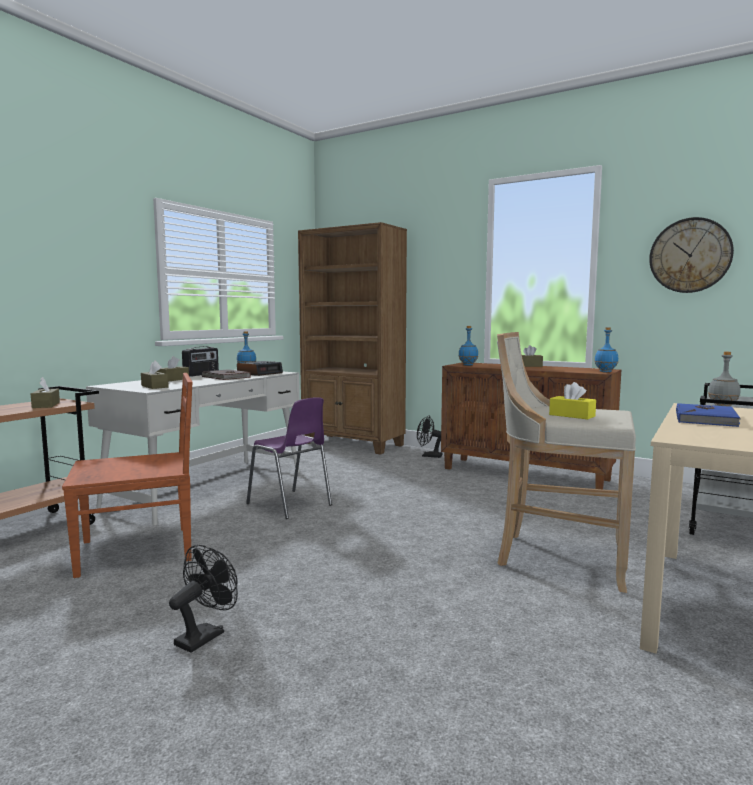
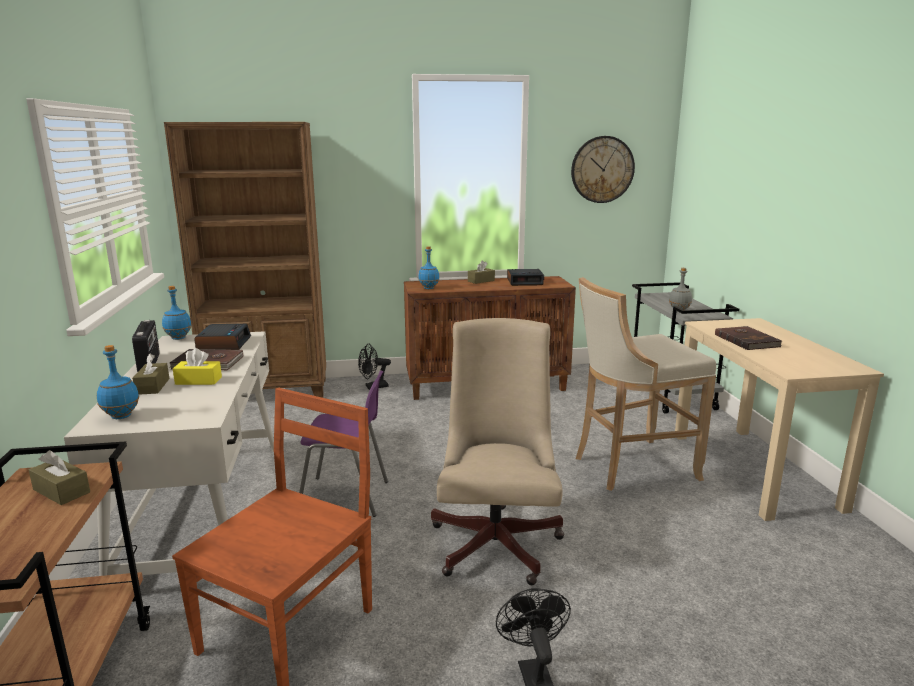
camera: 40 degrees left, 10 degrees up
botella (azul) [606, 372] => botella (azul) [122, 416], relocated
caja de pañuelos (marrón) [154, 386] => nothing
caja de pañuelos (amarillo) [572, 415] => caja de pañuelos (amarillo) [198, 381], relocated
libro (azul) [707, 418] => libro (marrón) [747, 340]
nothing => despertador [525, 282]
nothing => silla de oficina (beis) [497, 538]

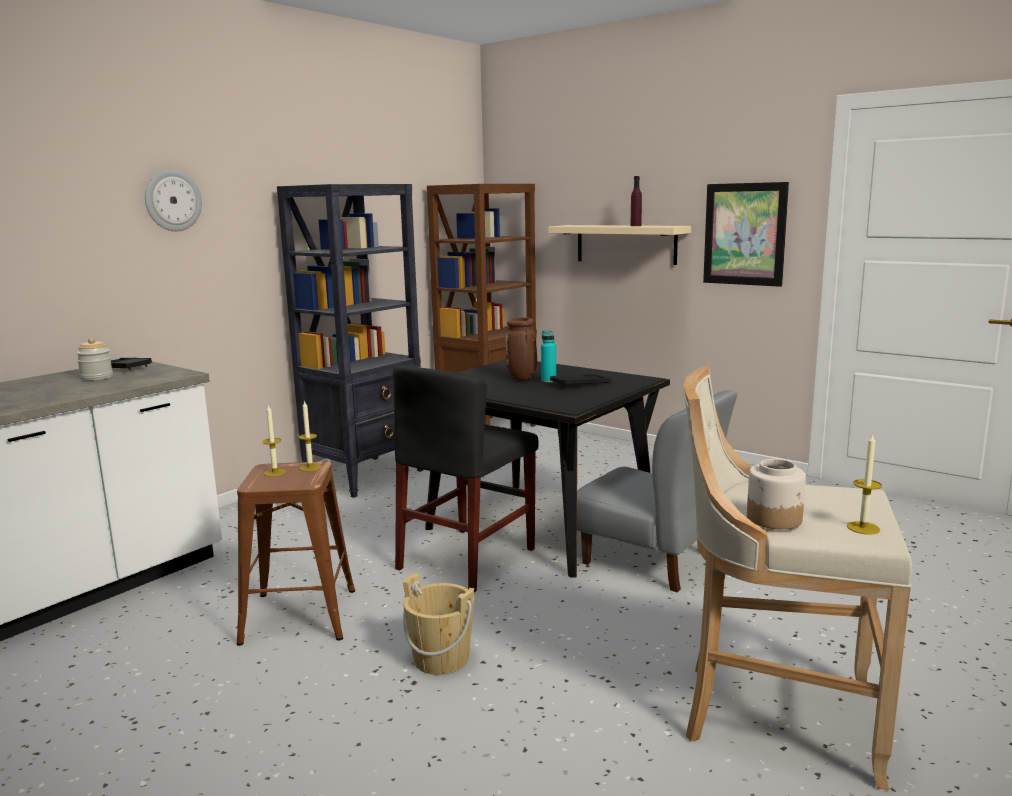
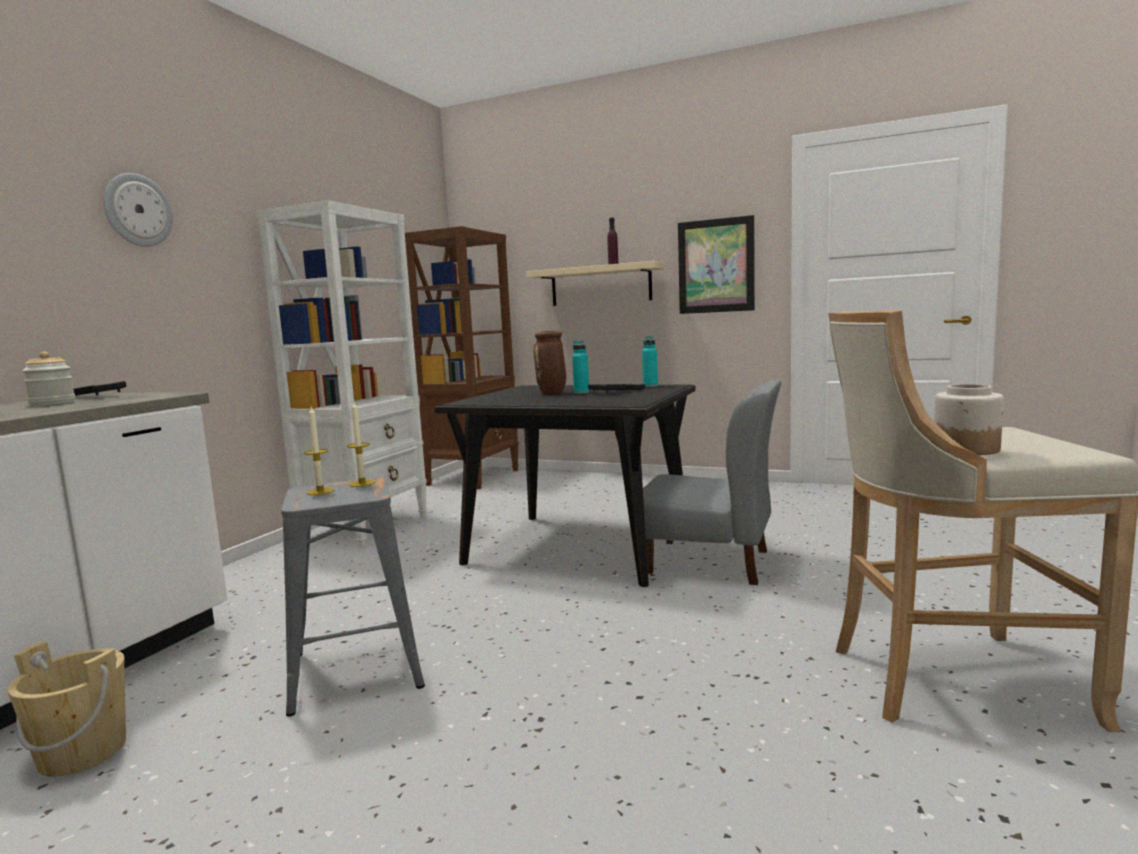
camera: 15 degrees left, 5 degrees down
estantería (negro) [366, 476] => estantería (blanco) [366, 526]
silla (negro) [467, 558] => nothing
vela [863, 528] => nothing
taburete (marrón) [298, 616] => taburete (gris) [354, 670]
cubo (beis) [441, 658] => cubo (beis) [82, 752], relocated
nothing => botella (turquesa) [650, 386]

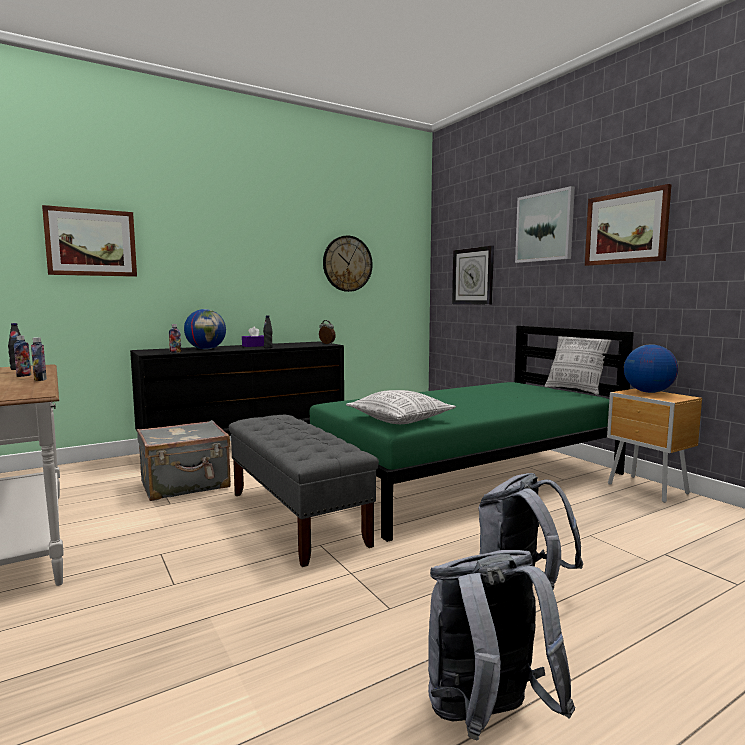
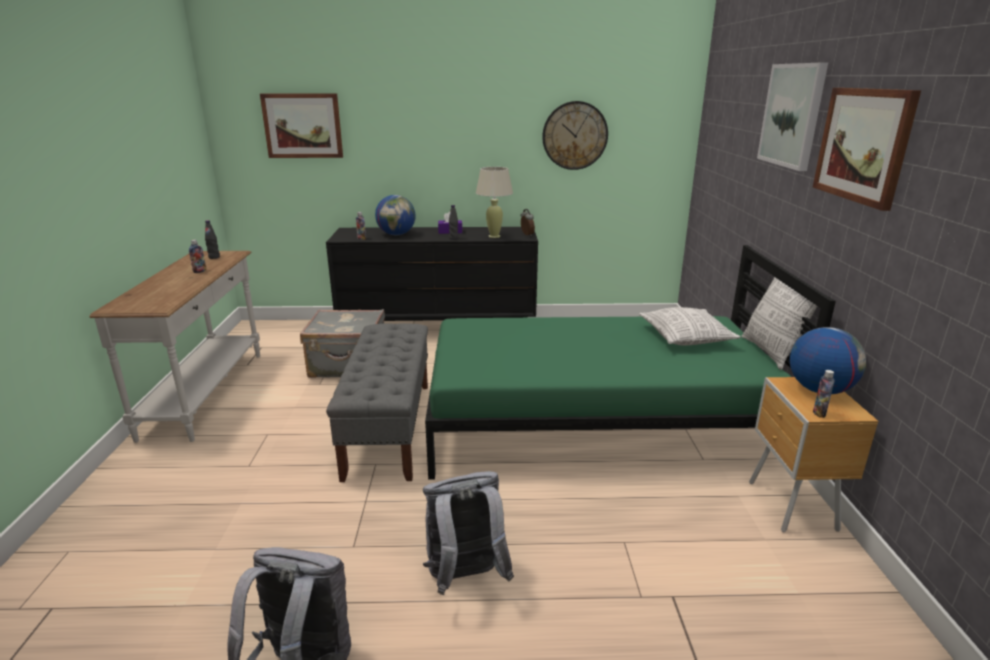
camera: 30 degrees right, 15 degrees up
reloj de pared [473, 276] => nothing
botella [40, 380] => botella [819, 413], relocated
cojín [400, 420] => cojín [686, 338], relocated
nothing => lámpara de mesa (beis) [494, 236]

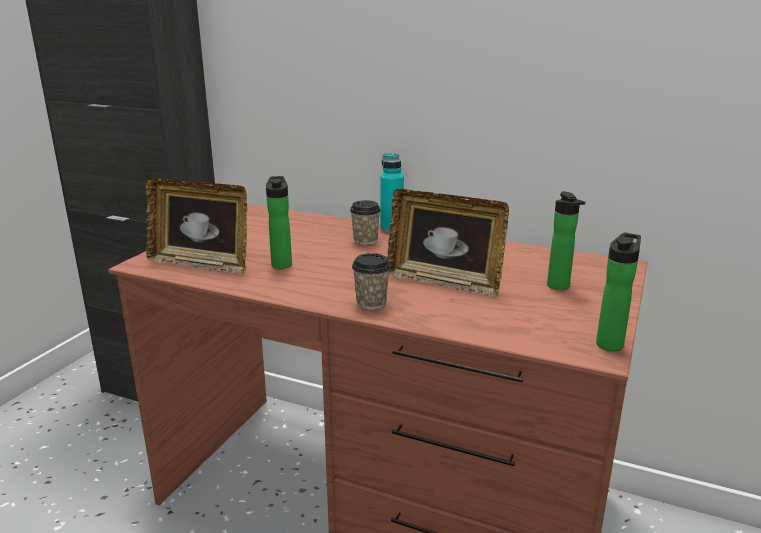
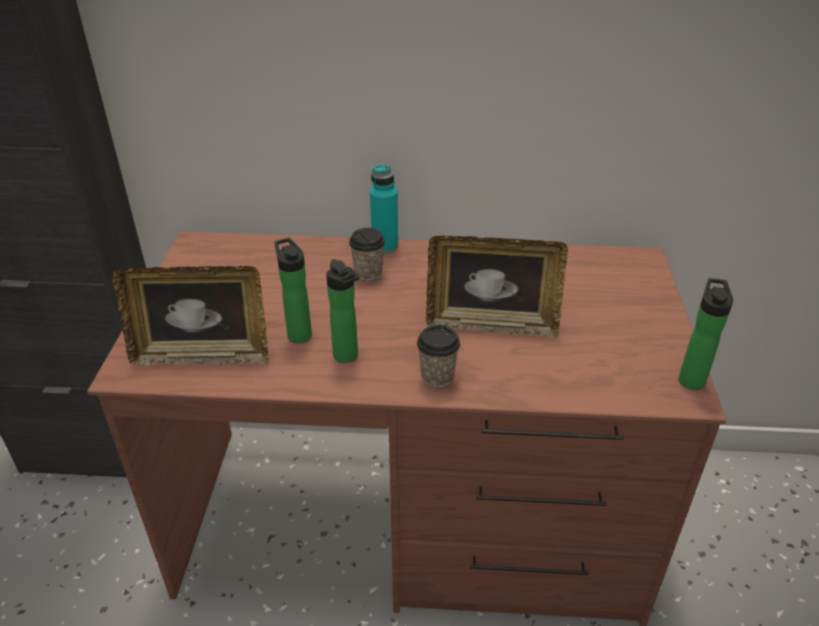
camera: 20 degrees left, 15 degrees up
botella [560, 287] => botella [347, 357], relocated

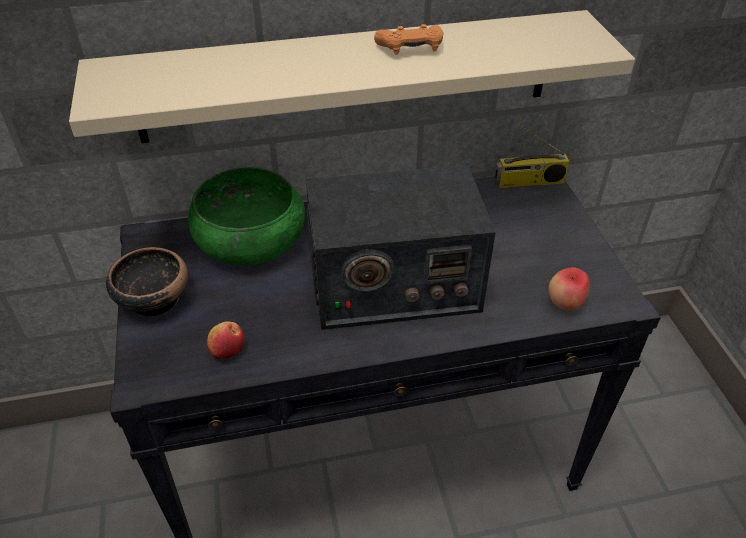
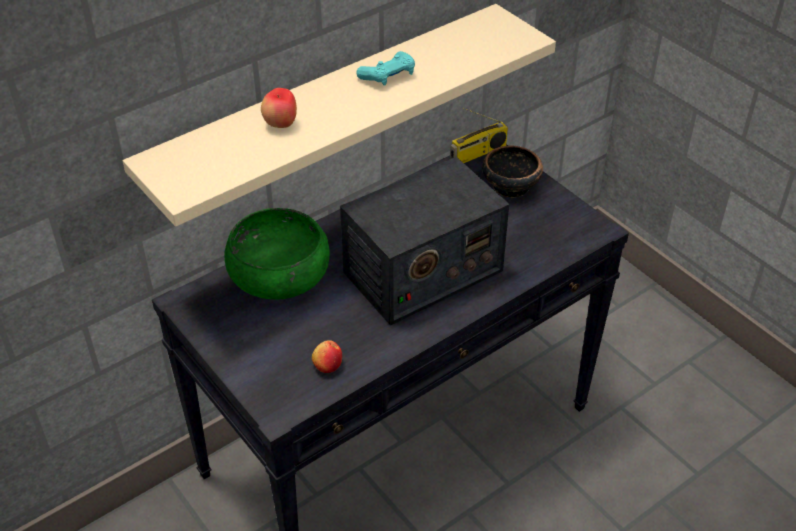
camera: 25 degrees left, 0 degrees up
mando de consola (naranja) [411, 48] => mando de consola (turquesa) [388, 76]
cuenco [153, 299] => cuenco [510, 186], relocated
manzana [565, 304] => manzana [281, 124], relocated

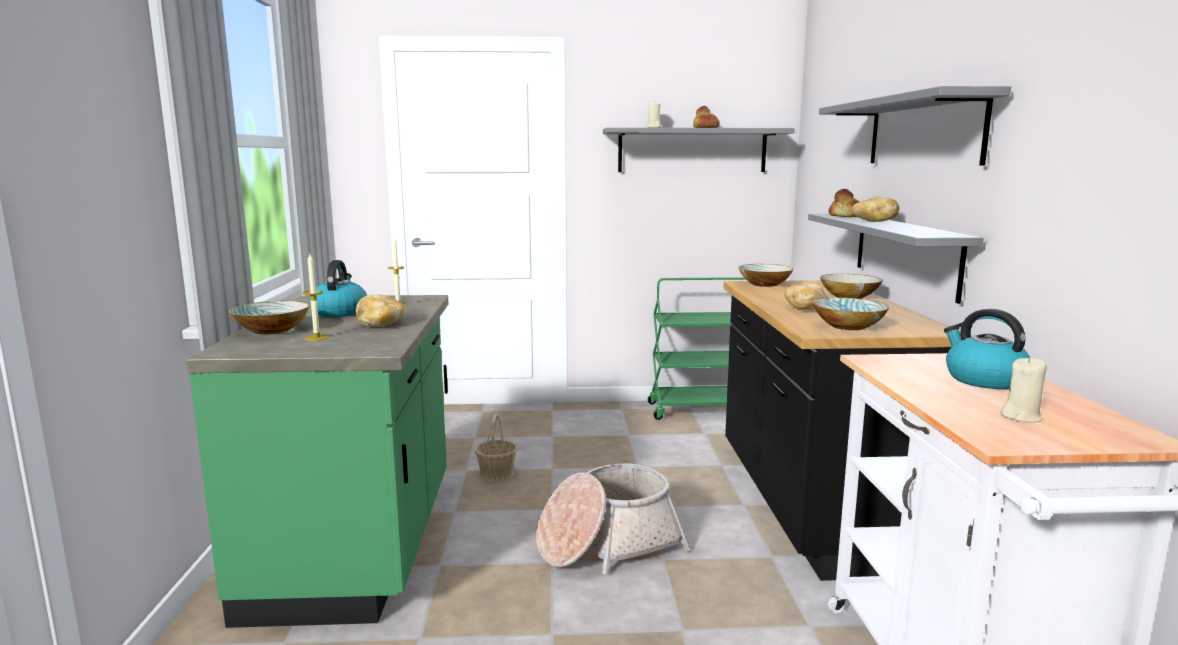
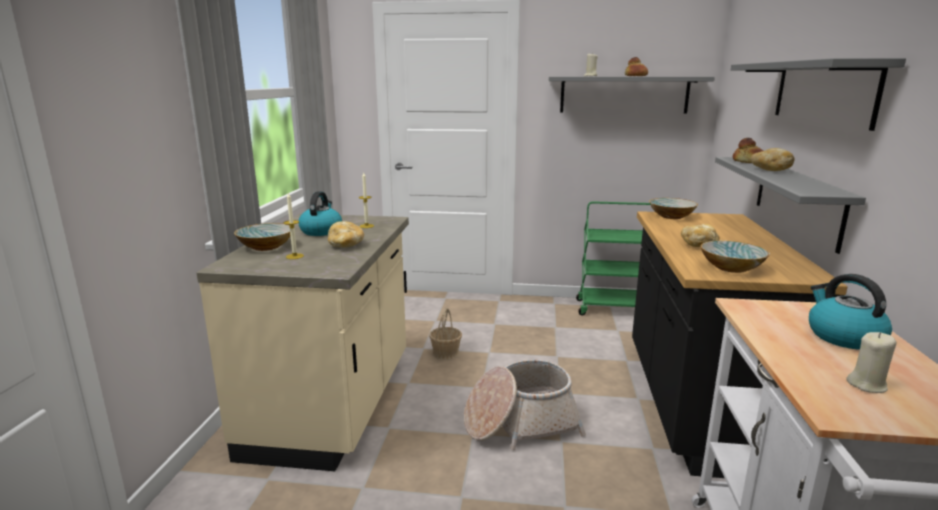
camera: 10 degrees right, 5 degrees up
cuenco [848, 296] => nothing
mueble bajo de cocina (verde) [359, 546] => mueble bajo de cocina (beis) [334, 405]

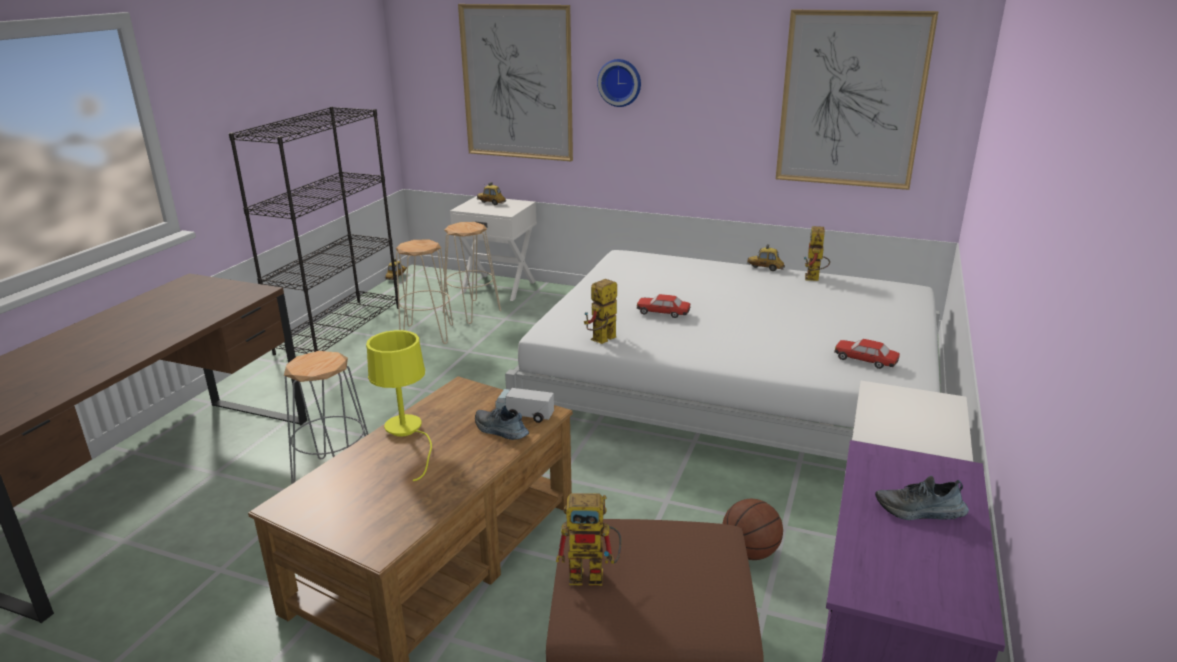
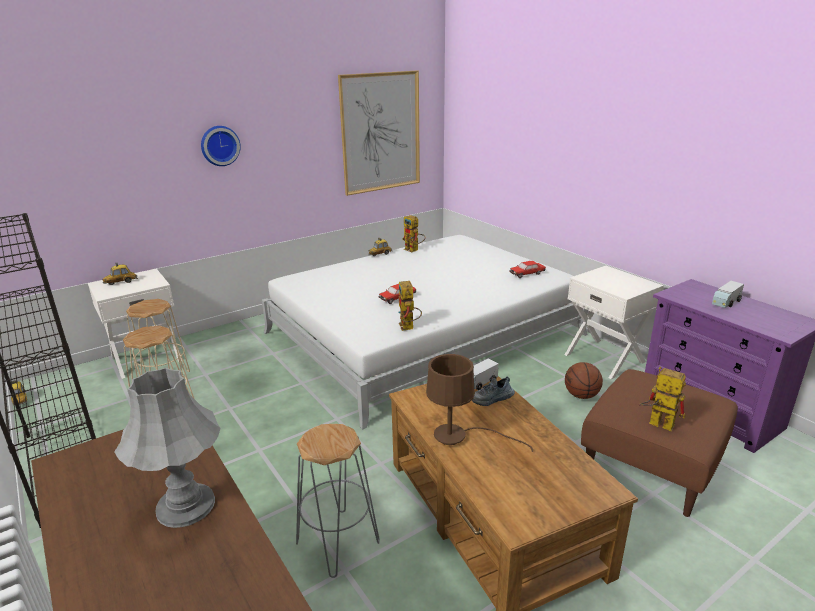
camera: 55 degrees left, 0 degrees up
cuadro [517, 83] => nothing
lámpara de mesa (amarillo) [408, 434] => lámpara de mesa (marrón) [459, 438]
zapato [919, 511] => camión de juguete [725, 303]
robot de juguete [594, 574] => robot de juguete [655, 423], 90 degrees counterclockwise
nothing => lámpara de mesa (gris) [185, 505]

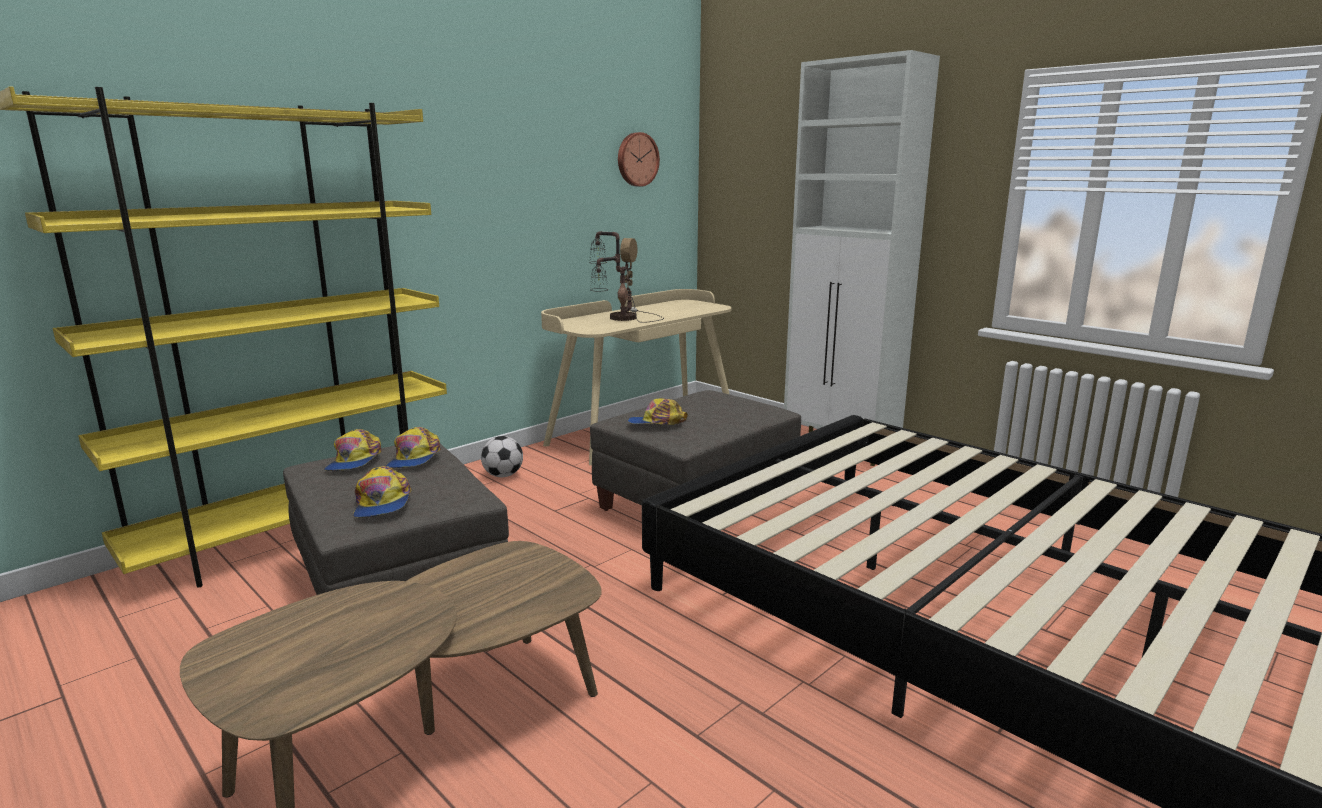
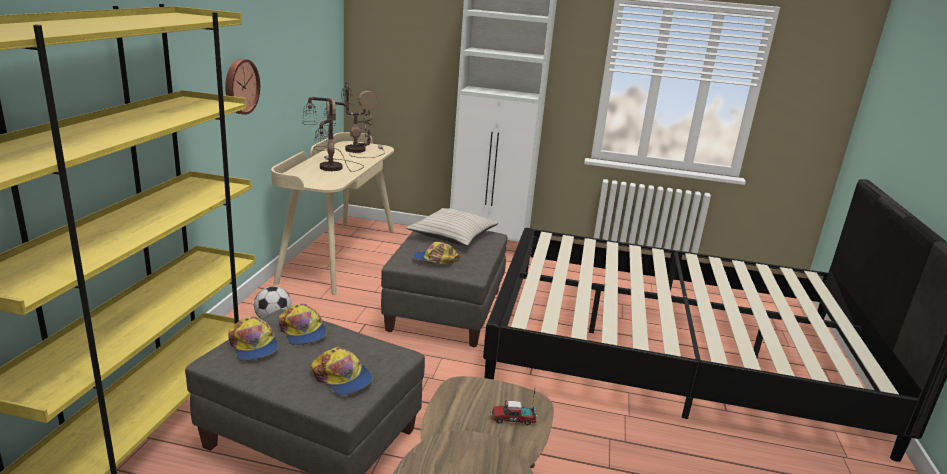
camera: 35 degrees left, 5 degrees up
reloj de pared [636, 159] => reloj de pared [240, 86], relocated
gorra [657, 423] => gorra [435, 260], 45 degrees clockwise
nothing => lámpara de mesa [354, 150]
nothing => cojín (beis) [453, 235]
nothing => camión de juguete [512, 419]

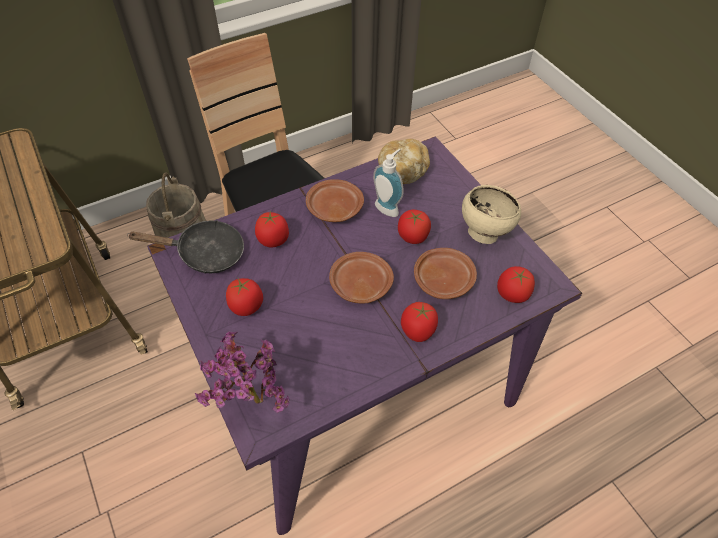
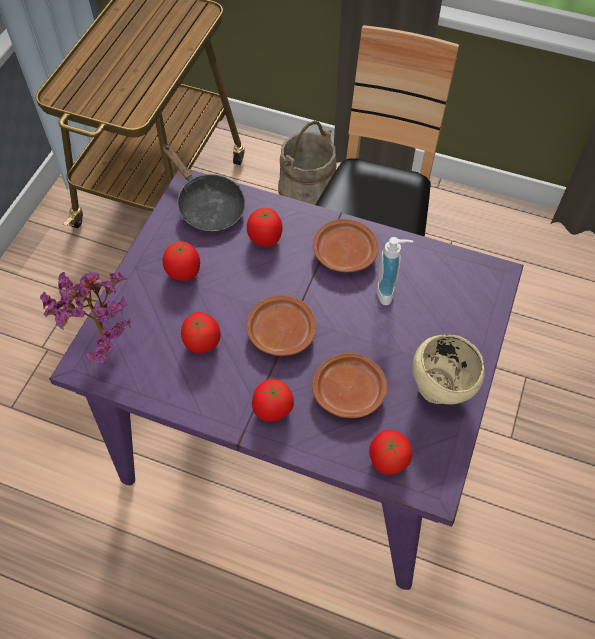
camera: 50 degrees right, 5 degrees up
pan [403, 171] => nothing
tomate [412, 237] => tomate [202, 342], relocated

